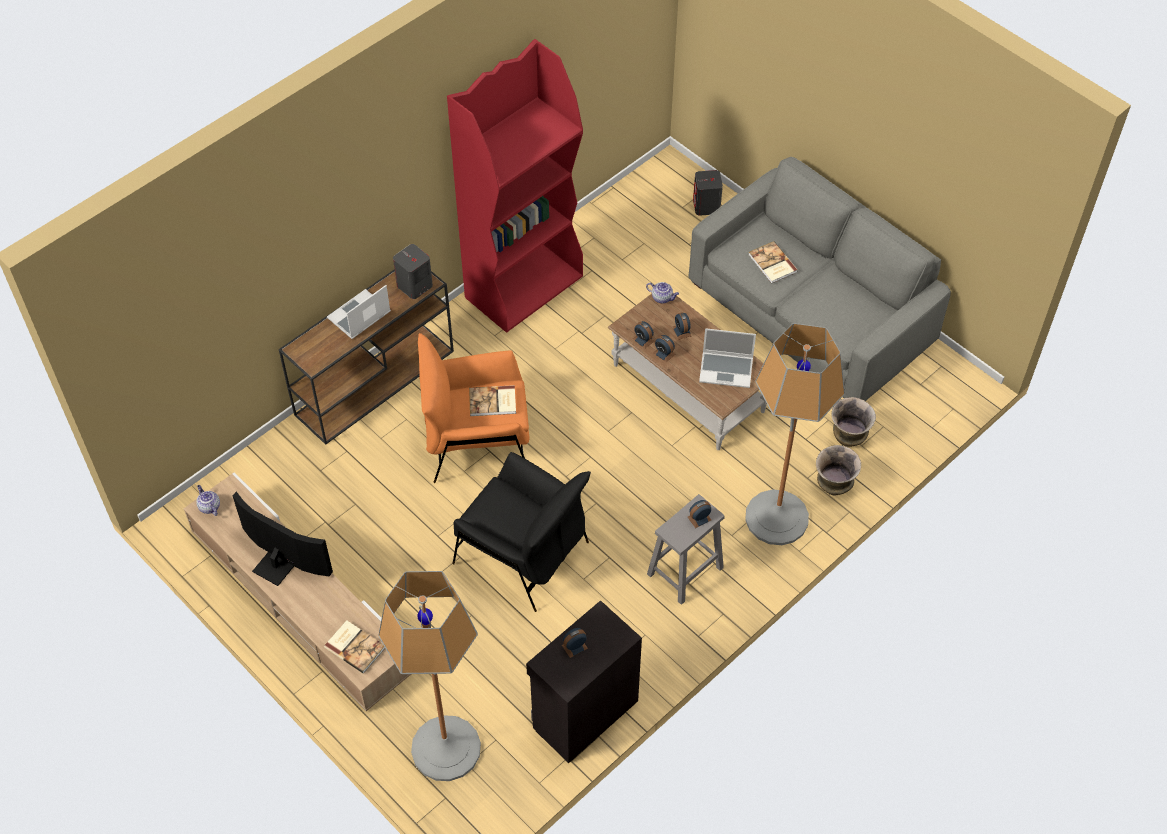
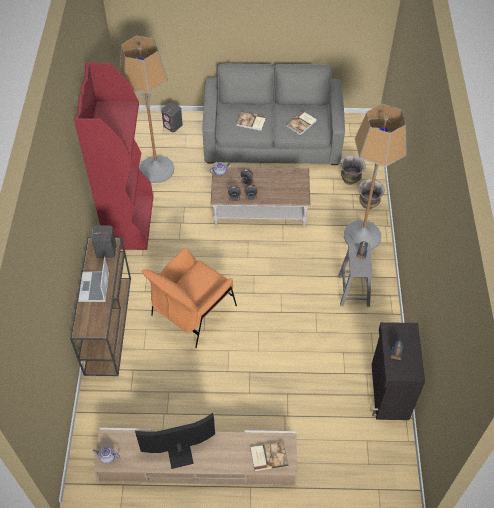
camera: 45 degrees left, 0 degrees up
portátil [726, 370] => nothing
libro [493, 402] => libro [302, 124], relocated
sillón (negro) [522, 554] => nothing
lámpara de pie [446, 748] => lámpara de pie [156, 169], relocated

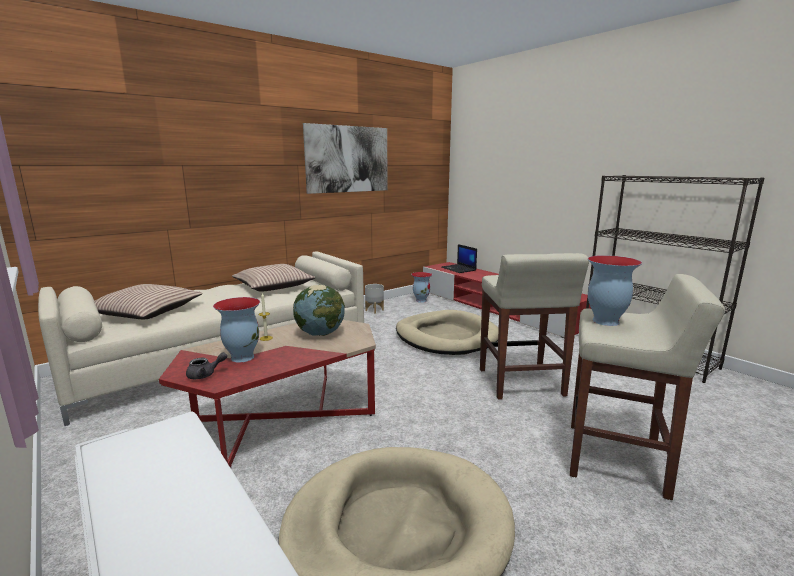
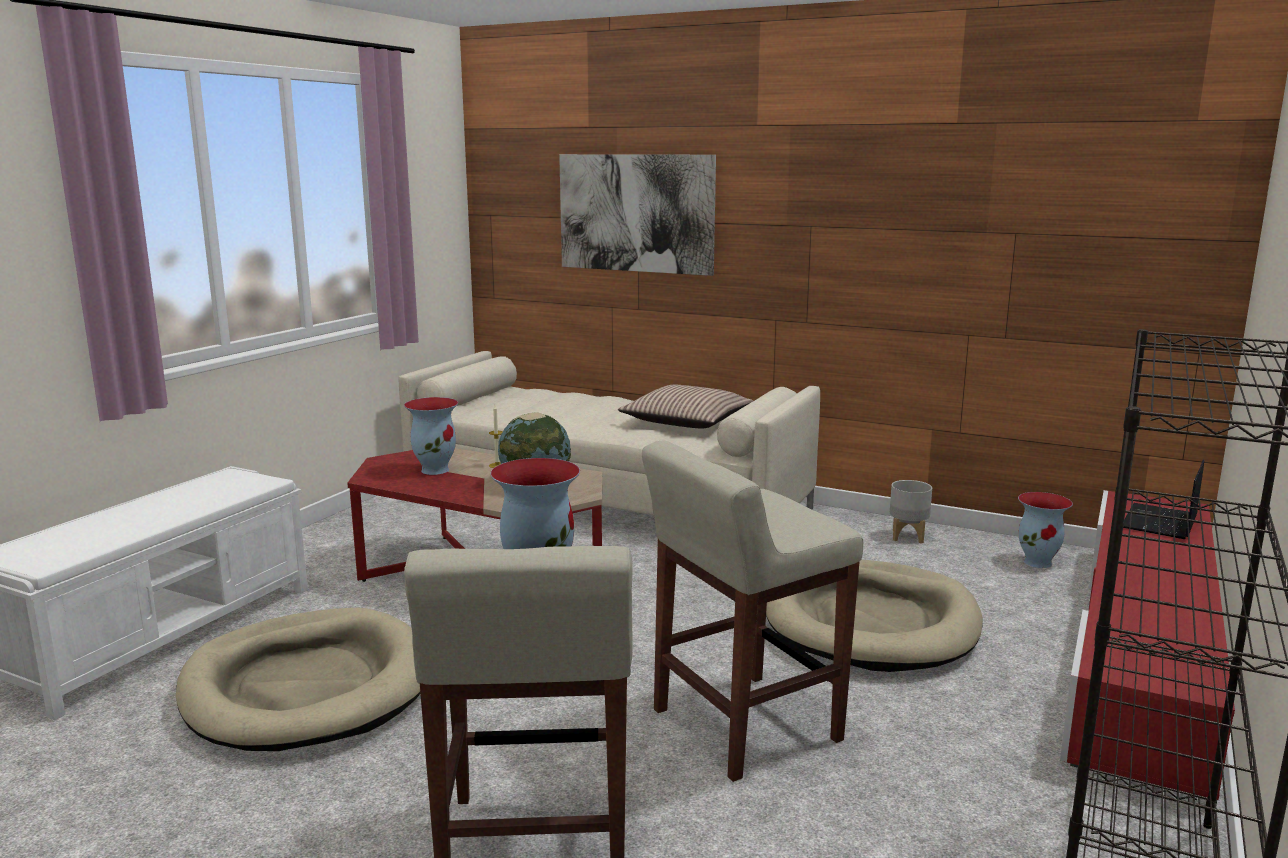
camera: 65 degrees right, 0 degrees up
cuadro [348, 159] => cuadro [636, 213], relocated
cojín [146, 312] => nothing
tetera (gris) [205, 374] => nothing

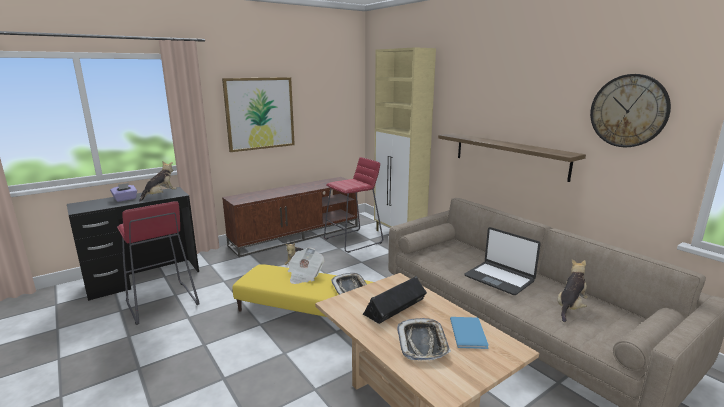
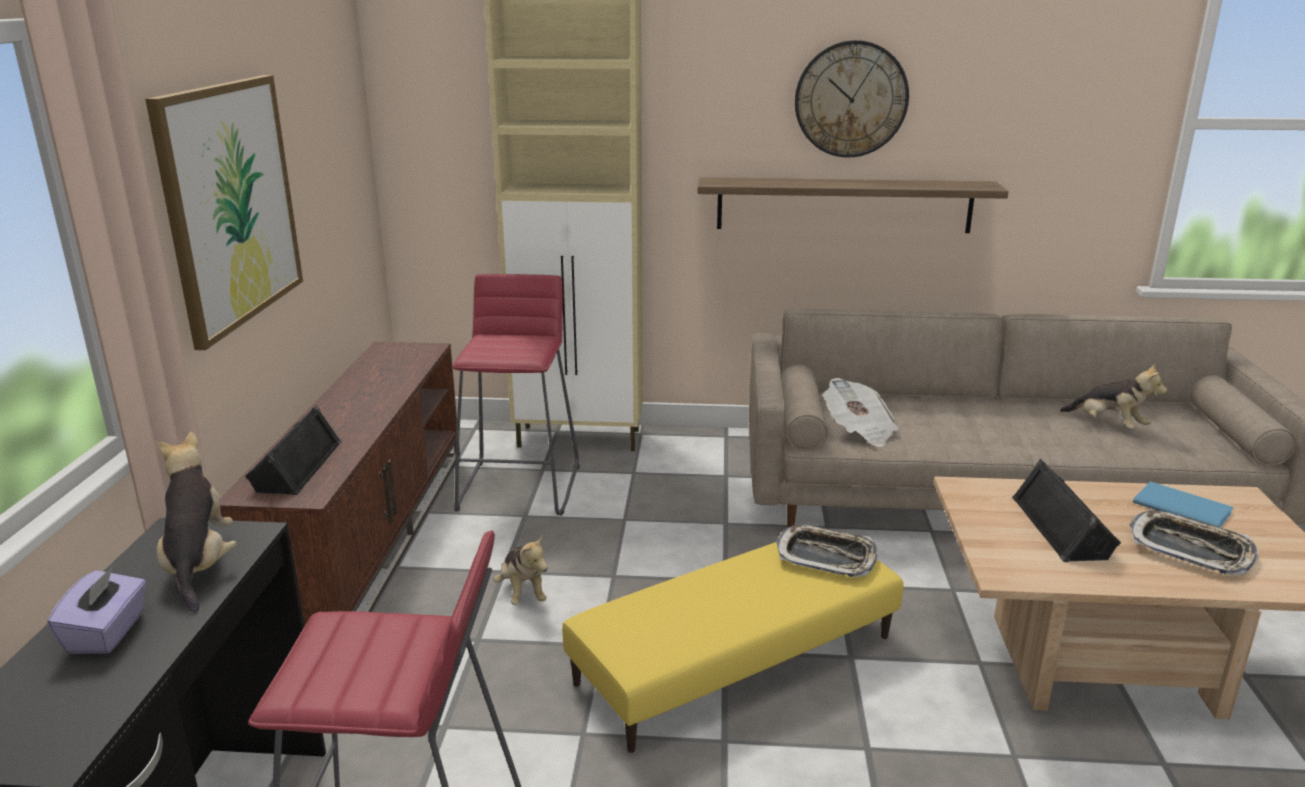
camera: 50 degrees left, 5 degrees up
reloj de pared [628, 111] => reloj de pared [851, 99], relocated
portátil [499, 278] => nothing
periódico [304, 275] => periódico [859, 431], relocated
peluche [570, 307] => peluche [1108, 425], 150 degrees clockwise
nothing => altavoz (negro) [295, 466]

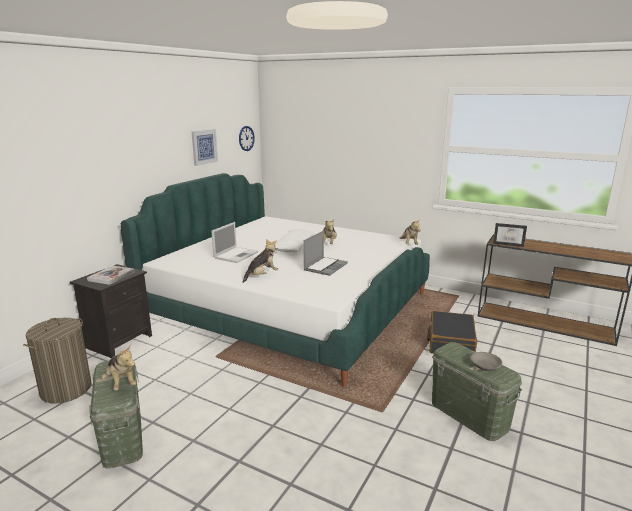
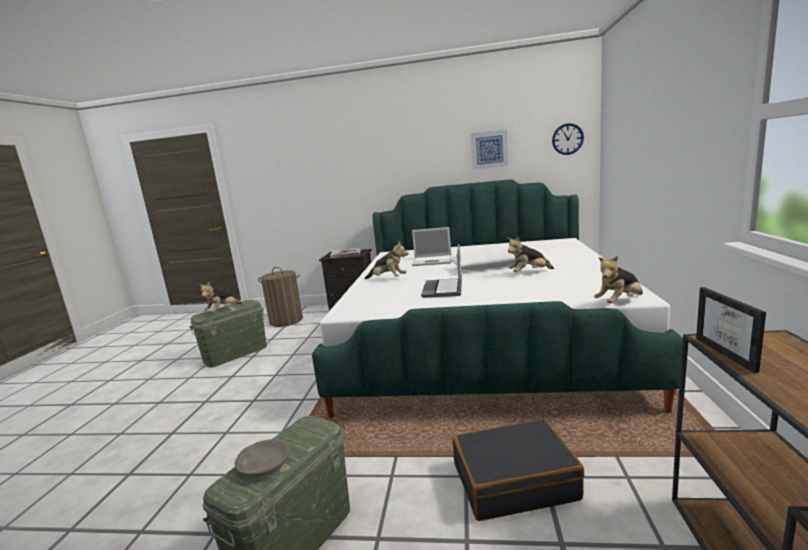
camera: 70 degrees right, 5 degrees down
portátil [325, 267] => portátil [443, 289], 90 degrees clockwise

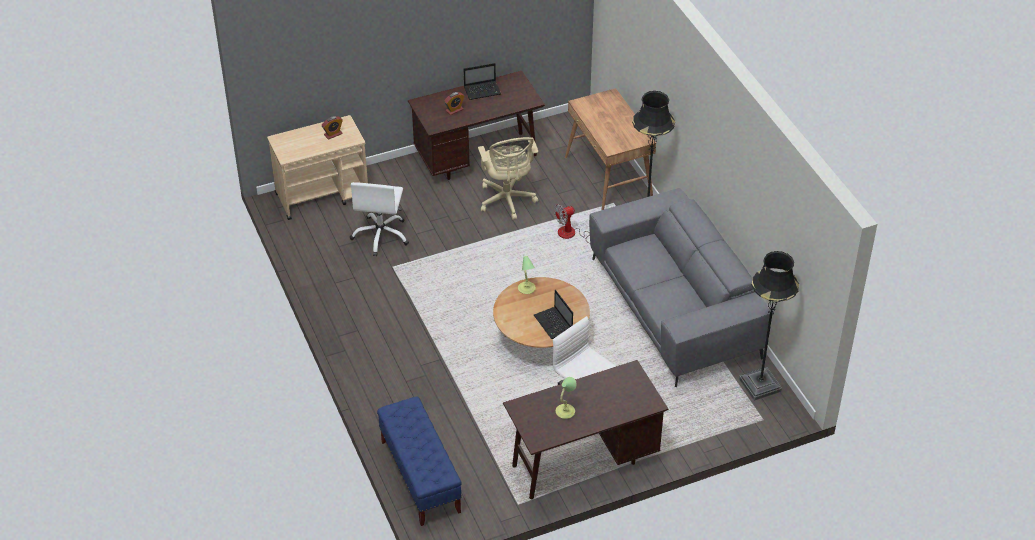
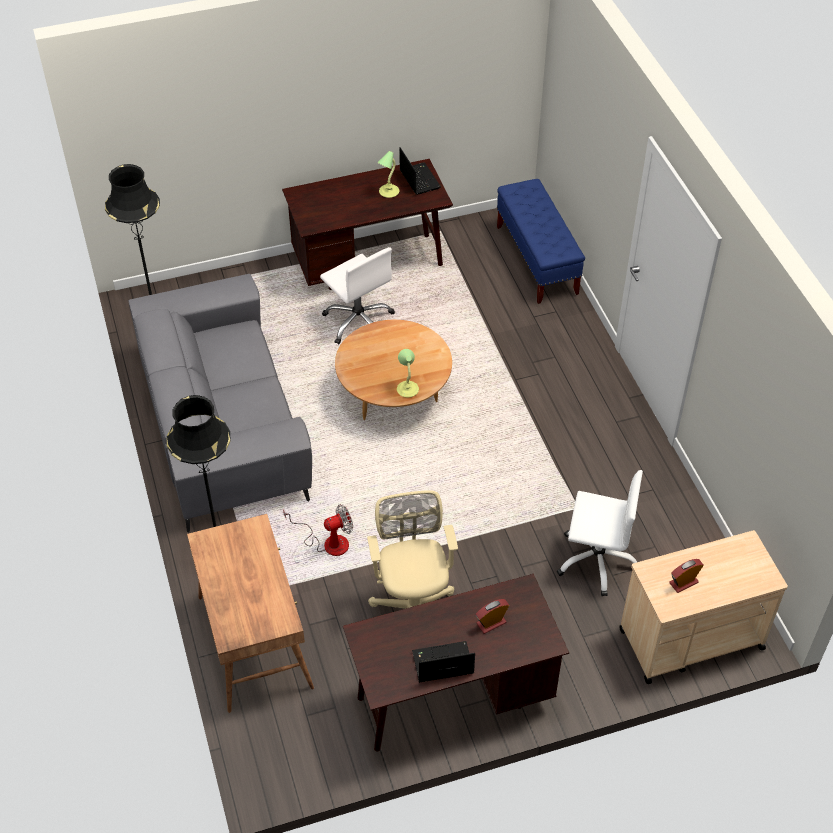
camera: 175 degrees left, 5 degrees up
silla de oficina (blanco) [381, 235] => silla de oficina (blanco) [597, 560], 90 degrees clockwise
portátil [554, 324] => portátil [419, 179], relocated

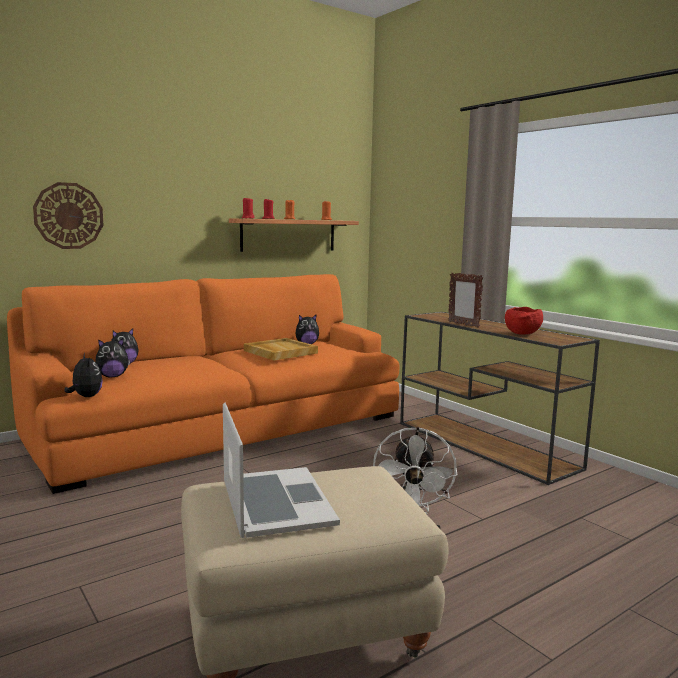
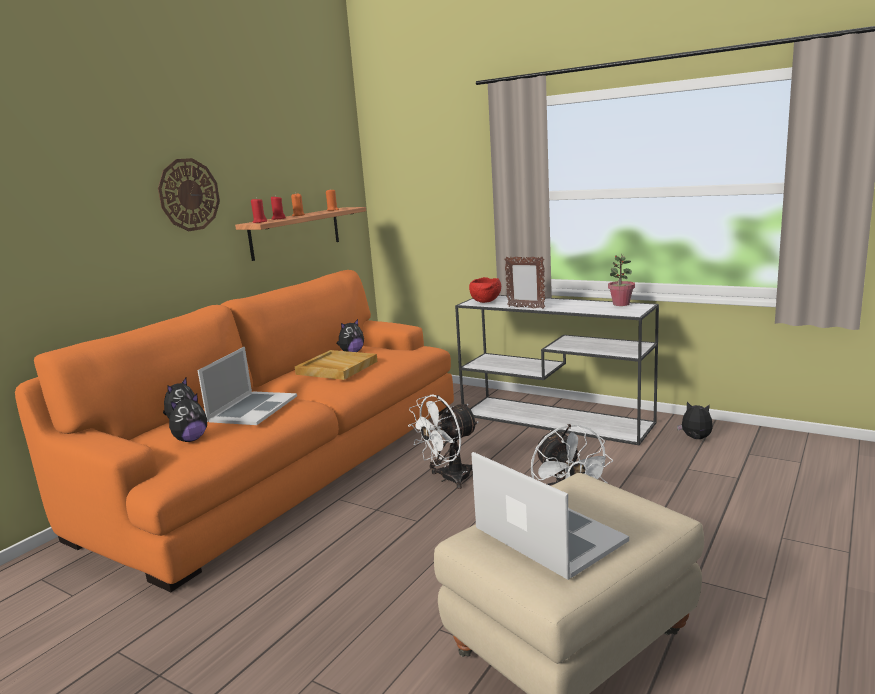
camera: 20 degrees left, 5 degrees up
reloj de pared [69, 216] => reloj de pared [189, 195], relocated
cuenco (rojo) [522, 334] => cuenco (rojo) [486, 302], relocated
mesa consola (marrón) [486, 445] => mesa consola (blanco) [557, 419]
peluche [86, 397] => peluche [695, 439], relocated
nothing => planta en maceta [621, 304]
nothing => portátil [252, 408]
nothing => ventilador (blanco) [449, 479]

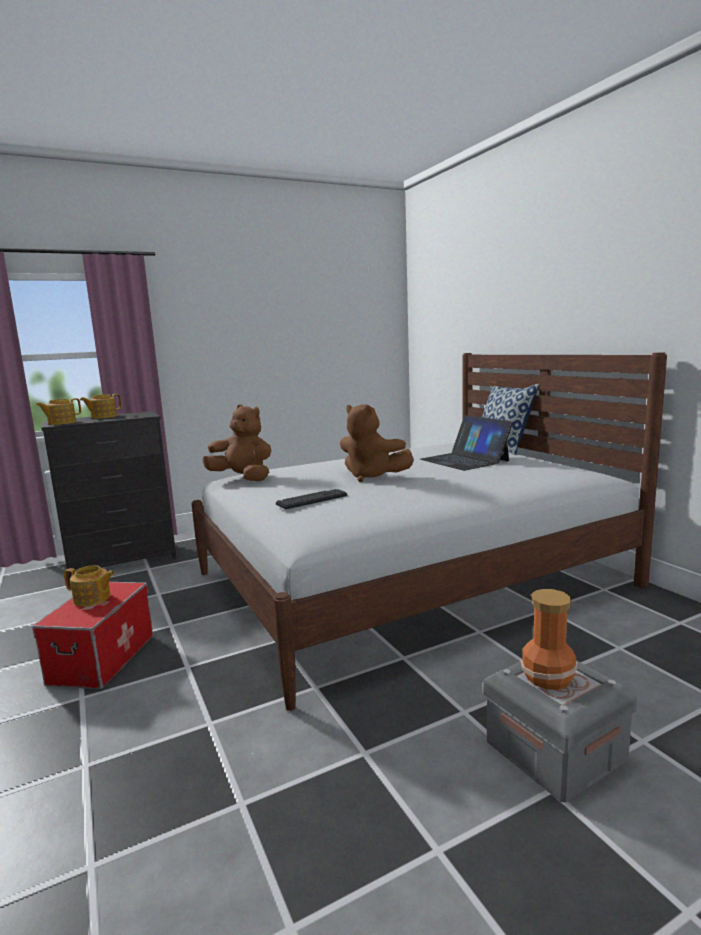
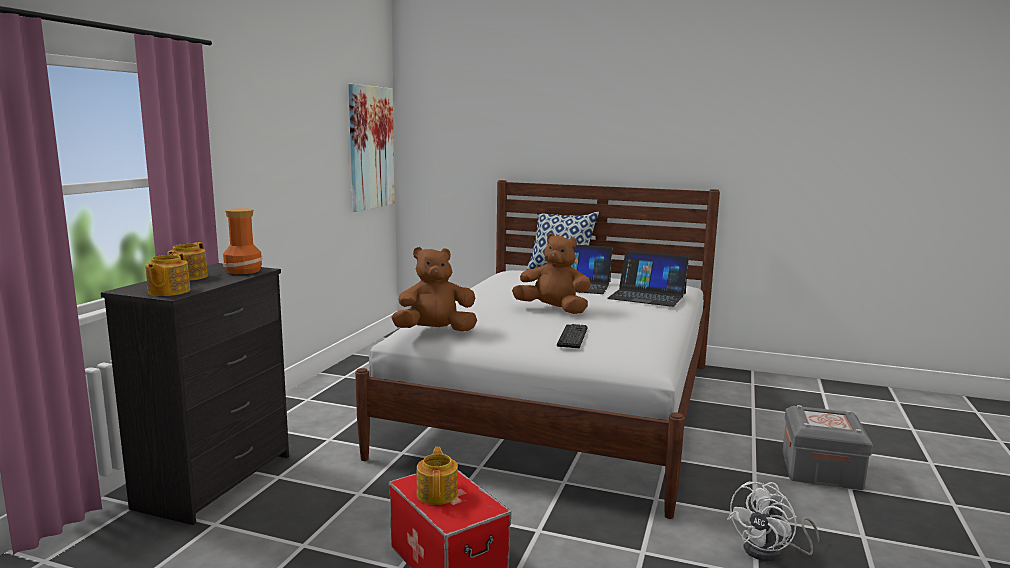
camera: 45 degrees left, 0 degrees up
peluche (marrón) [372, 477] => peluche (marrón) [553, 310], 150 degrees counterclockwise
tetera [92, 599] => tetera [438, 493], 60 degrees counterclockwise
florero [548, 677] => florero [244, 271], relocated
nothing => cuadro [371, 148]
nothing => portátil [647, 296]
nothing => ventilador (blanco) [770, 552]

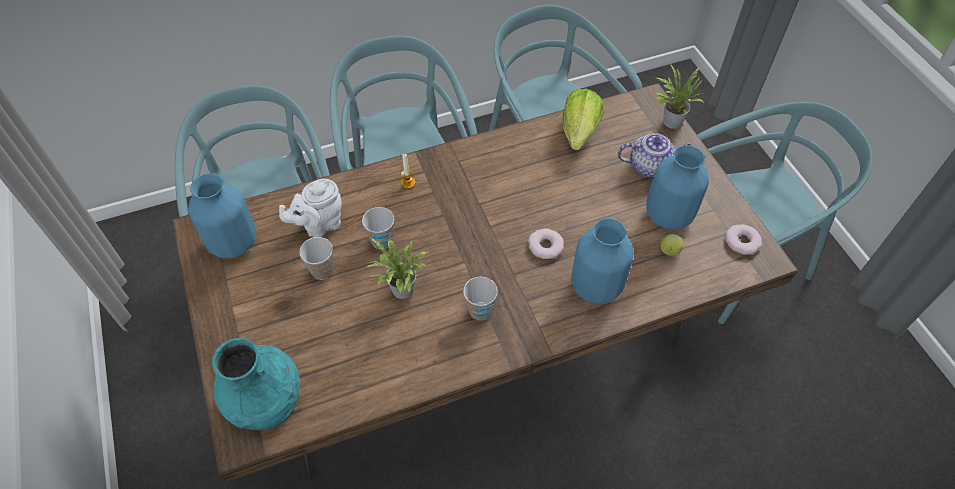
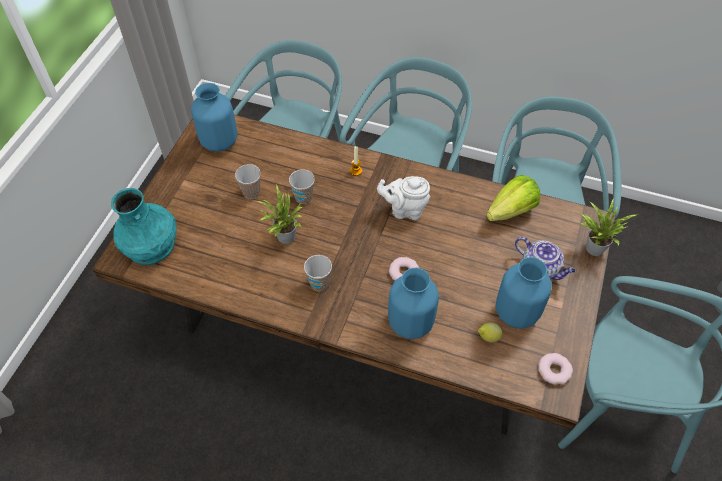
camera: 40 degrees right, 0 degrees up
tetera (blanco) [319, 225] => tetera (blanco) [405, 210], relocated

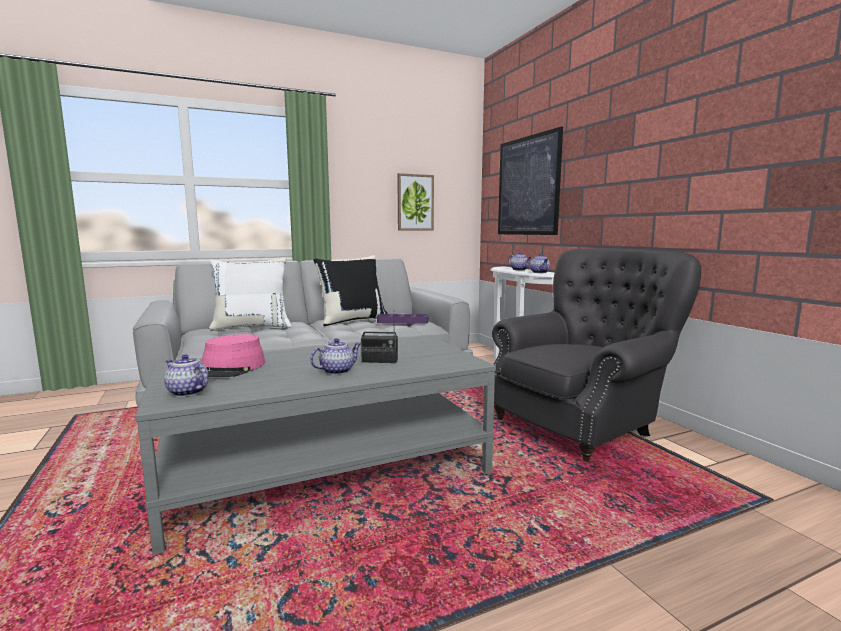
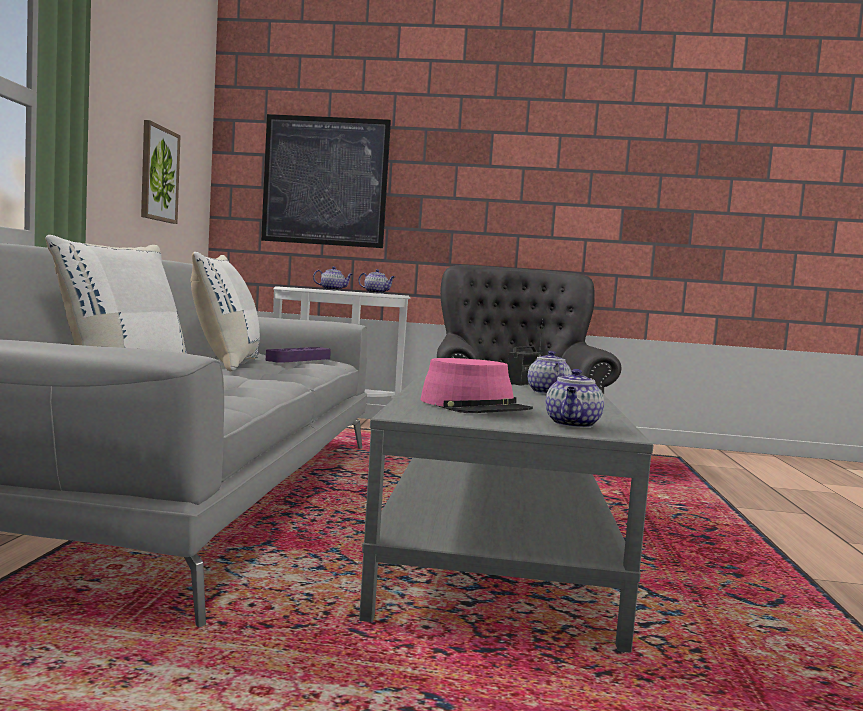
camera: 60 degrees left, 5 degrees down
cojín (negro) [352, 320] => cojín (blanco) [225, 363]
tetera [187, 392] => tetera [573, 424], 45 degrees counterclockwise

